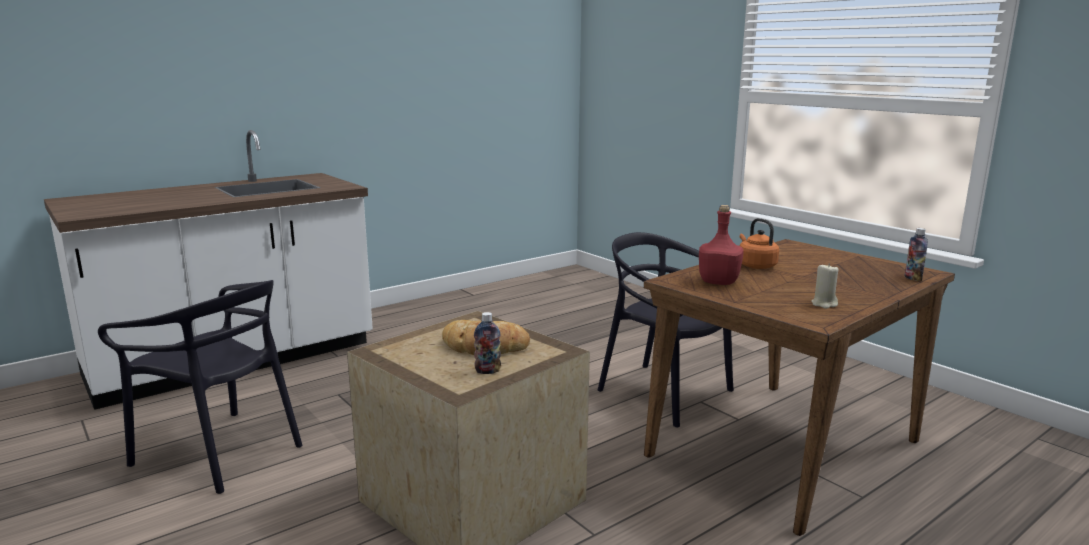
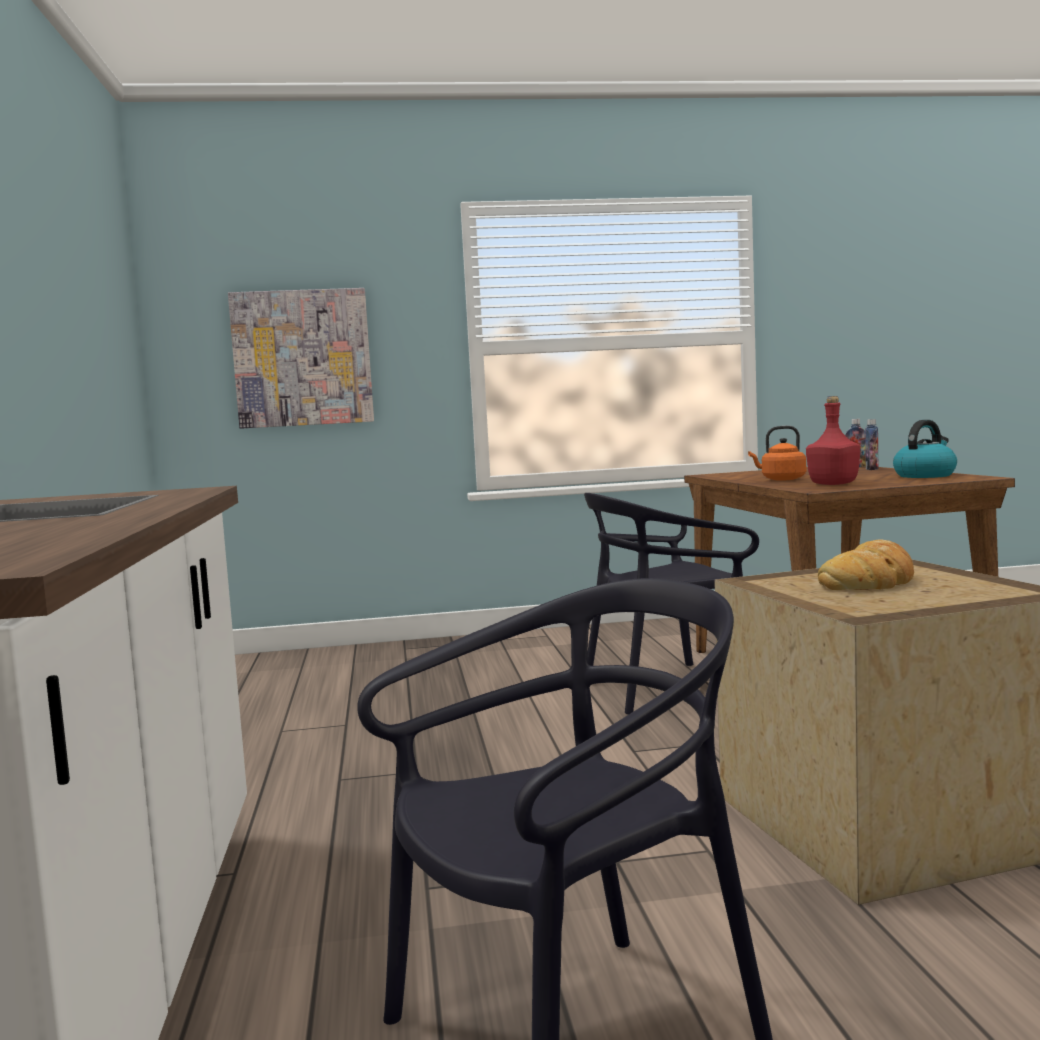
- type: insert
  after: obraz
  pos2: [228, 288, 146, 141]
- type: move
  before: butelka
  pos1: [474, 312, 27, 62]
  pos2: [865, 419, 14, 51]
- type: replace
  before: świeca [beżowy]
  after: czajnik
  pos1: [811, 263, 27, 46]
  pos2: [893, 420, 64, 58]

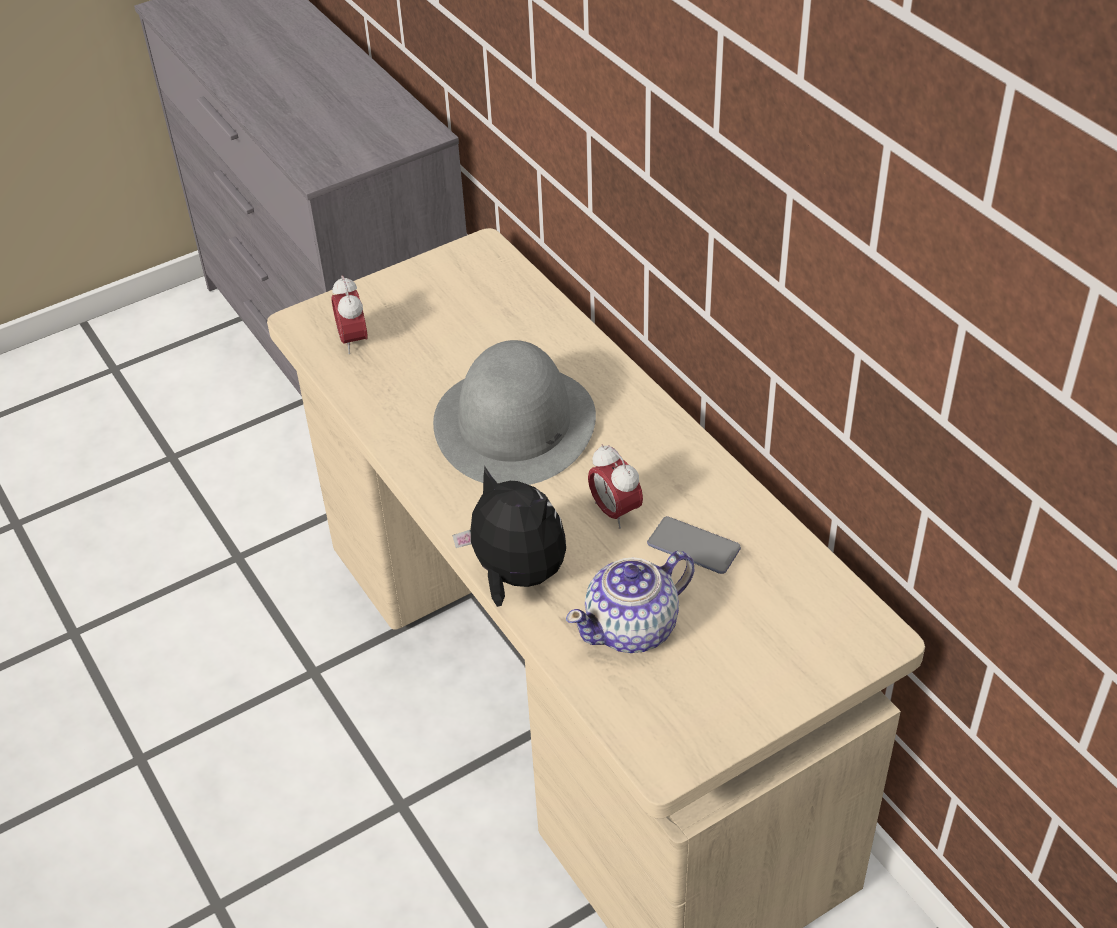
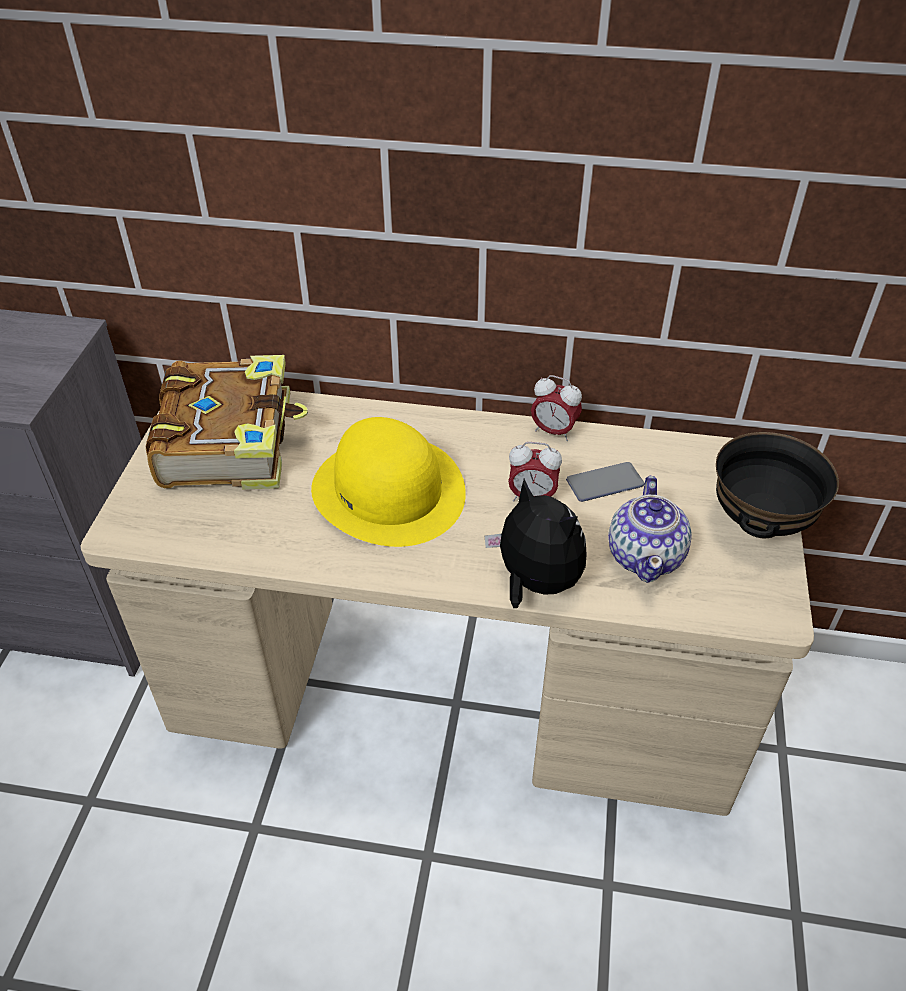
- type: insert
  after: książka
  pos2: [146, 355, 162, 135]
- type: insert
  after: miska [czarny]
  pos2: [716, 432, 123, 106]
- type: move
  before: budzik
  pos1: [331, 276, 37, 78]
  pos2: [531, 375, 51, 66]
- type: recolor
  before: kapelusz [szary]
  after: kapelusz [żółty]
  pos1: [433, 340, 163, 145]
  pos2: [311, 417, 155, 130]
- type: rotate
  before: pluszak
  pos1: [452, 466, 114, 141]
  pos2: [485, 479, 102, 129]
  turn: 60

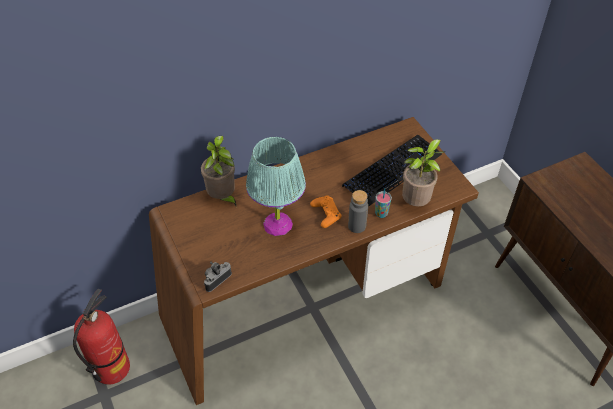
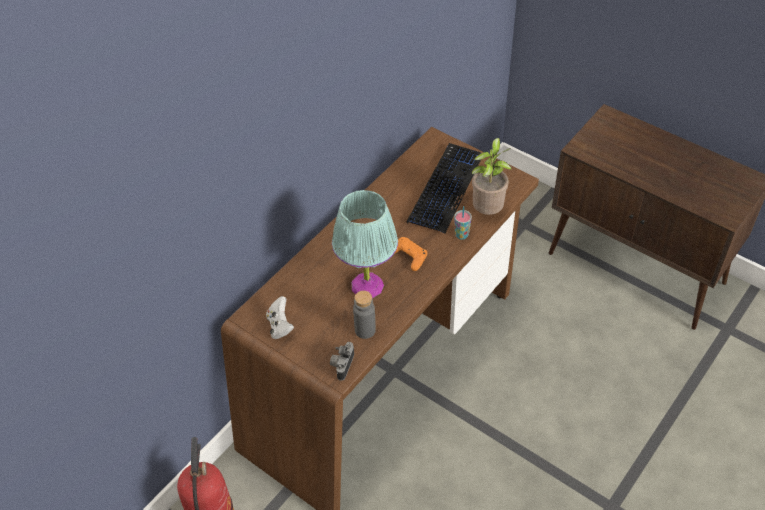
- type: delete
  before: roślina doniczkowa
  pos1: [201, 136, 35, 70]
- type: insert
  after: pad do gier [biały]
  pos2: [266, 296, 28, 43]
- type: move
  before: butelka [szary]
  pos1: [348, 190, 20, 43]
  pos2: [353, 291, 23, 48]

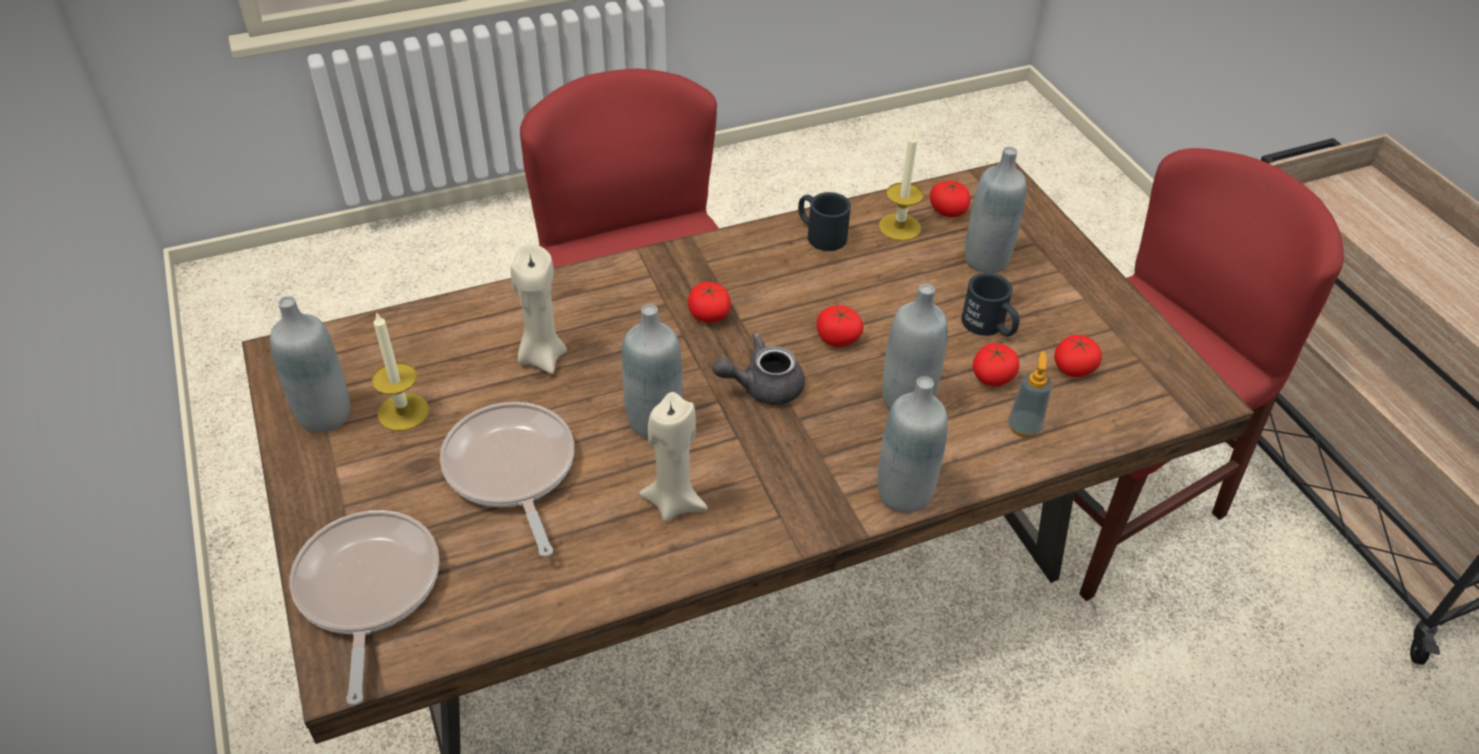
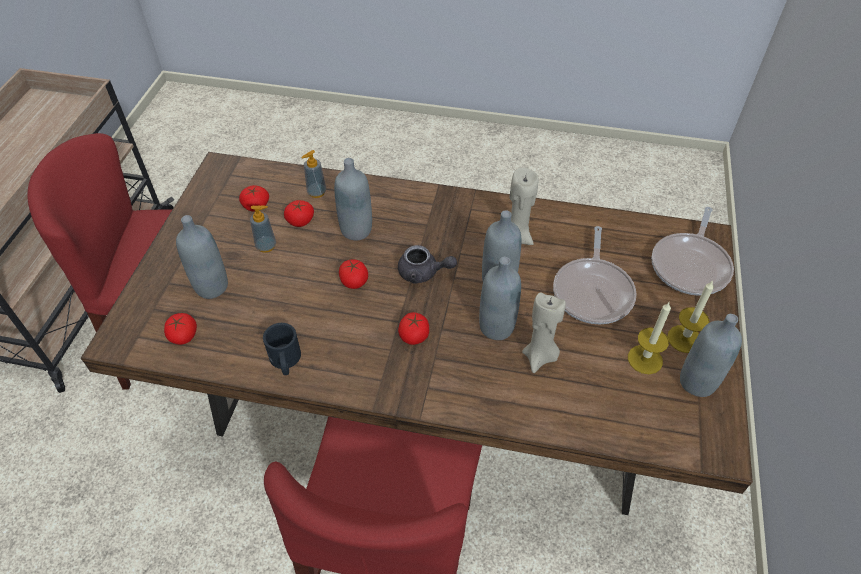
- type: move
  before: butelka [szary]
  pos1: [877, 376, 71, 137]
  pos2: [479, 257, 42, 83]
- type: move
  before: świeca
  pos1: [879, 130, 44, 111]
  pos2: [667, 280, 47, 73]
- type: replace
  before: kubek [czarny]
  after: dozownik mydła
  pos1: [961, 273, 58, 64]
  pos2: [250, 206, 26, 47]

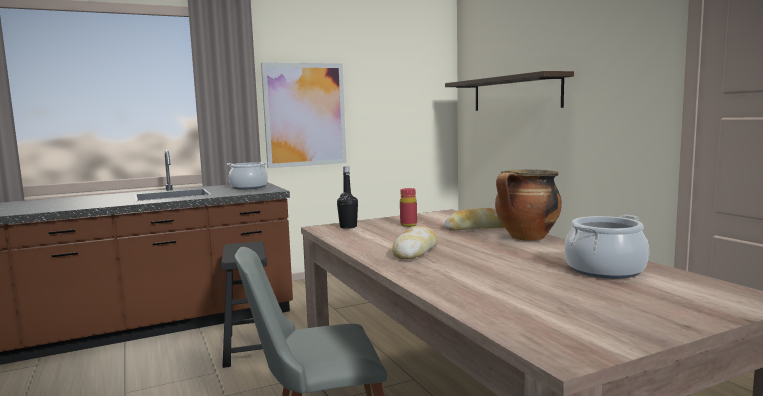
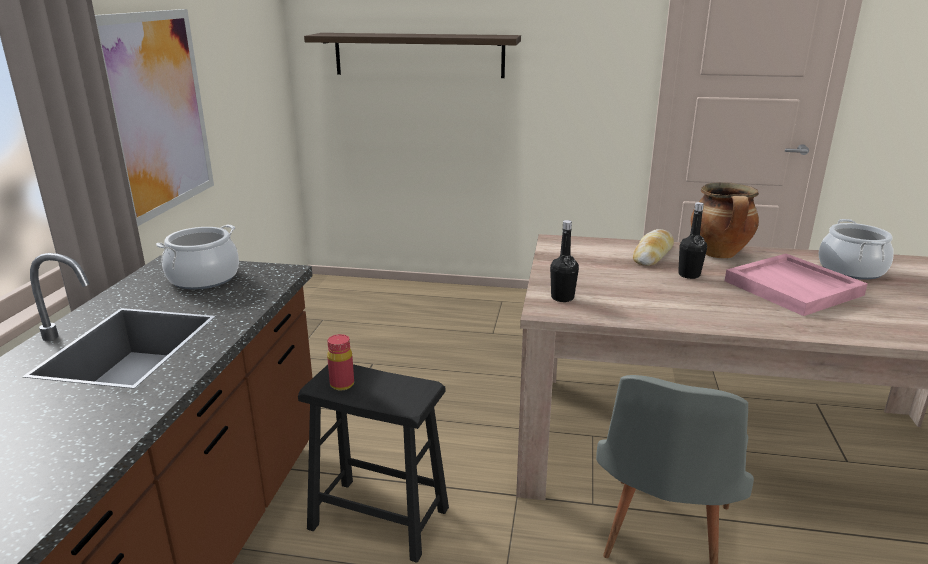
- type: delete
  before: chleb
  pos1: [392, 226, 45, 33]
- type: insert
  after: butelka [czarny]
  pos2: [678, 202, 29, 77]
- type: insert
  after: taca [różowy]
  pos2: [725, 254, 143, 62]
- type: move
  before: butelka [czerwony]
  pos1: [400, 188, 17, 39]
  pos2: [327, 334, 27, 57]

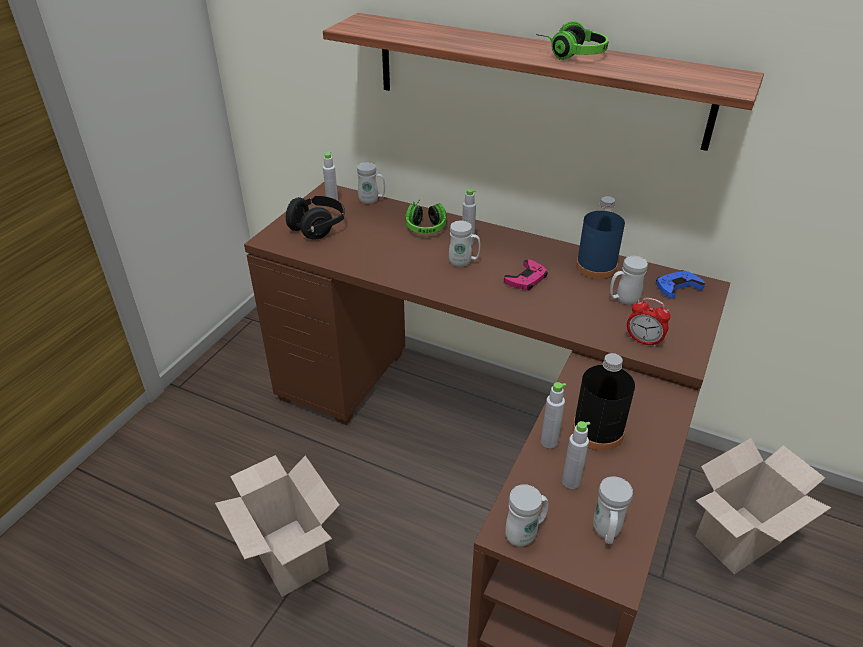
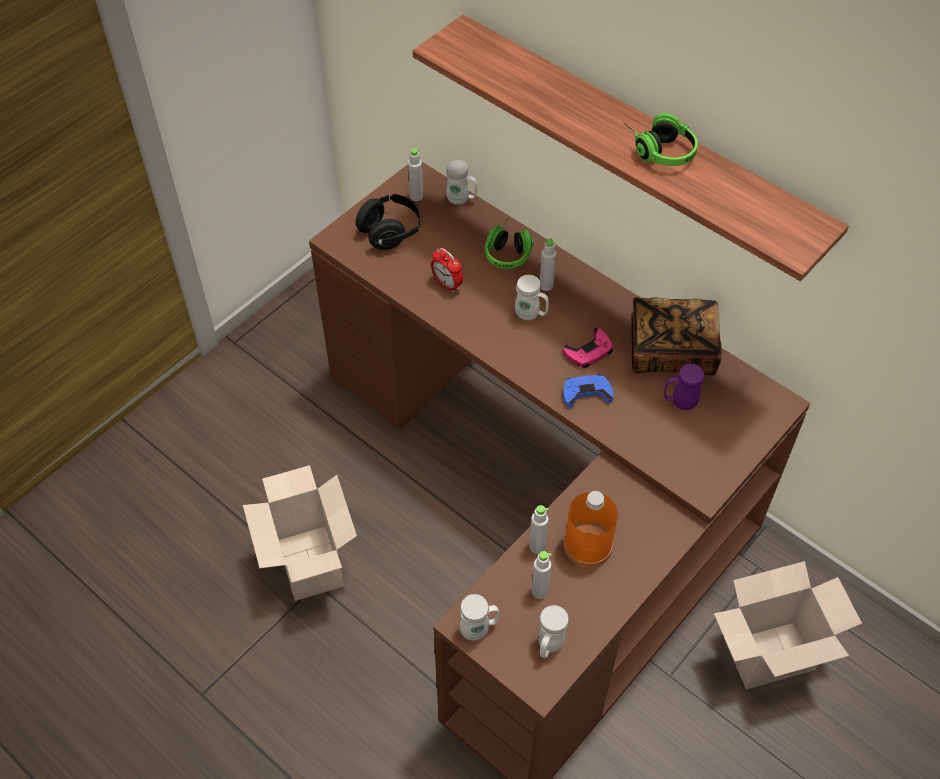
- type: move
  before: budzik
  pos1: [627, 298, 44, 49]
  pos2: [431, 248, 32, 45]
- type: move
  before: pad do gier [niebieski]
  pos1: [656, 270, 49, 29]
  pos2: [563, 374, 51, 34]
- type: replace
  before: butelka [niebieski]
  after: książka
  pos1: [576, 196, 49, 83]
  pos2: [631, 297, 91, 78]
- type: recolor
  before: butelka [czarny]
  after: butelka [pomarańczowy]
  pos1: [572, 353, 63, 98]
  pos2: [563, 491, 55, 77]
- type: recolor
  before: kubek [biały]
  after: kubek [fioletowy]
  pos1: [610, 256, 38, 49]
  pos2: [664, 364, 40, 46]

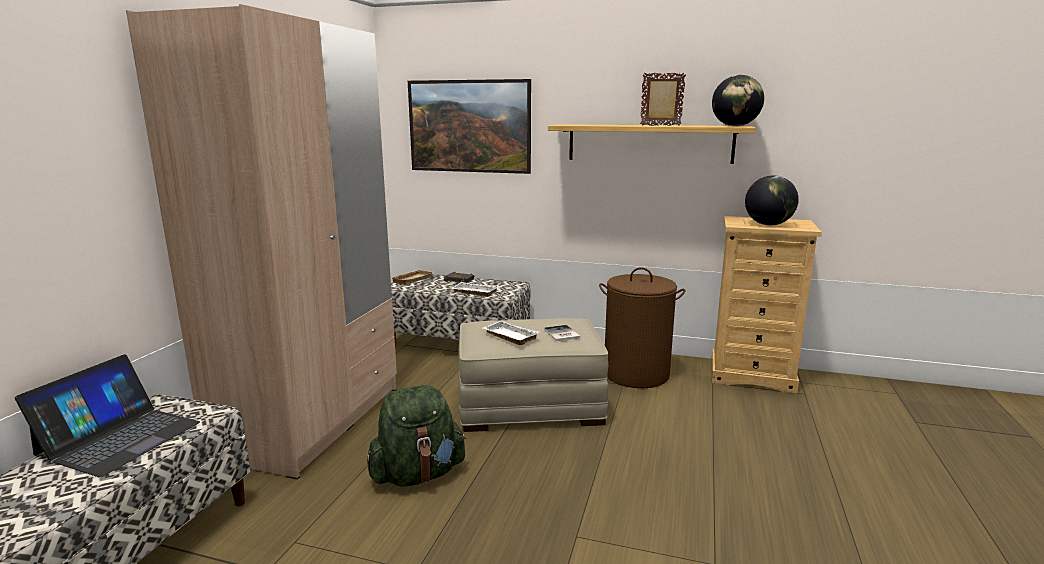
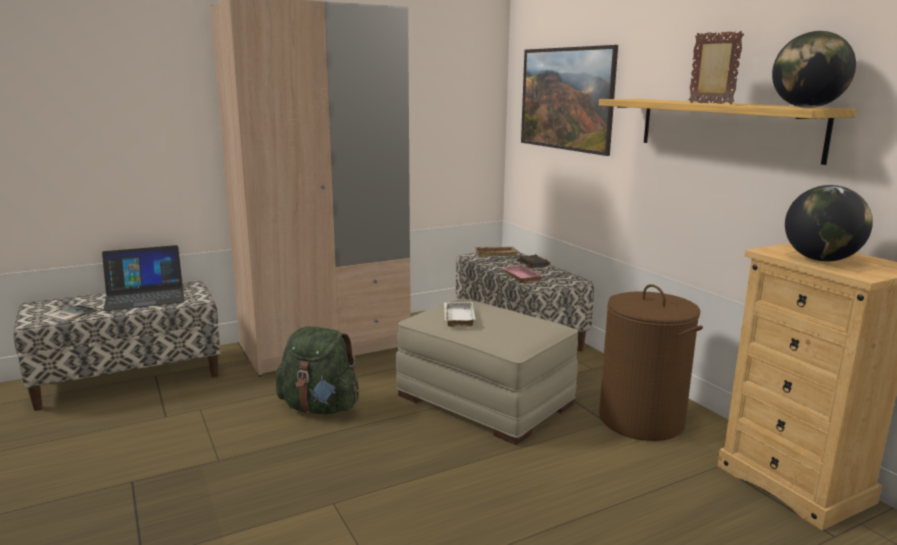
- type: move
  before: książka
  pos1: [544, 325, 36, 16]
  pos2: [46, 305, 50, 17]
- type: recolor
  before: taca [biały]
  after: taca [różowy]
  pos1: [451, 282, 48, 15]
  pos2: [501, 264, 41, 19]

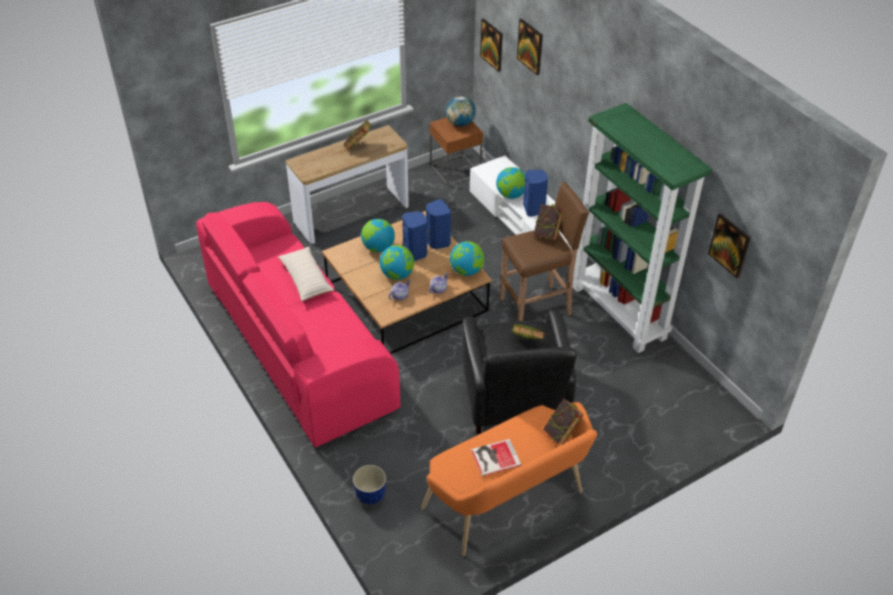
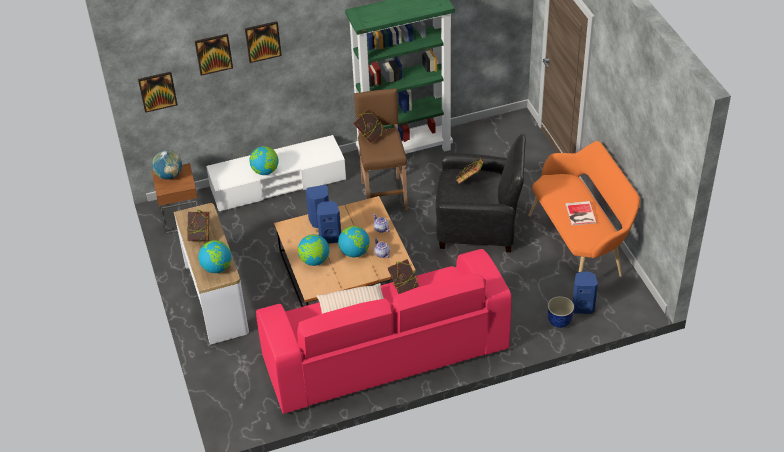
- type: move
  before: globus
  pos1: [450, 241, 34, 35]
  pos2: [198, 240, 34, 33]
- type: move
  before: głośnik [niebieski]
  pos1: [523, 170, 25, 47]
  pos2: [573, 272, 25, 42]
- type: move
  before: książka
  pos1: [543, 399, 41, 46]
  pos2: [388, 259, 31, 35]
- type: move
  before: obraz
  pos1: [708, 213, 43, 65]
  pos2: [245, 21, 37, 42]

